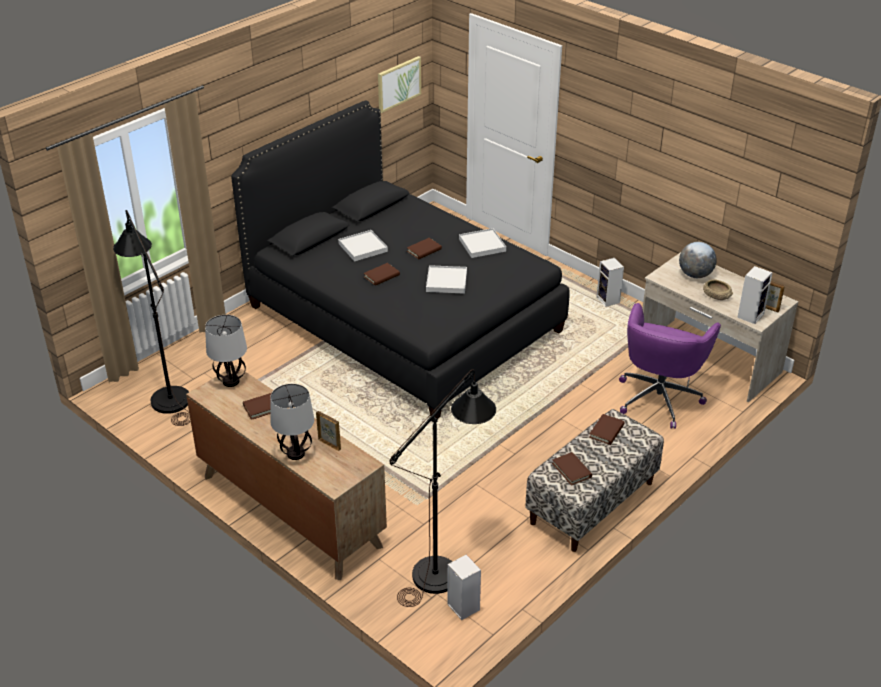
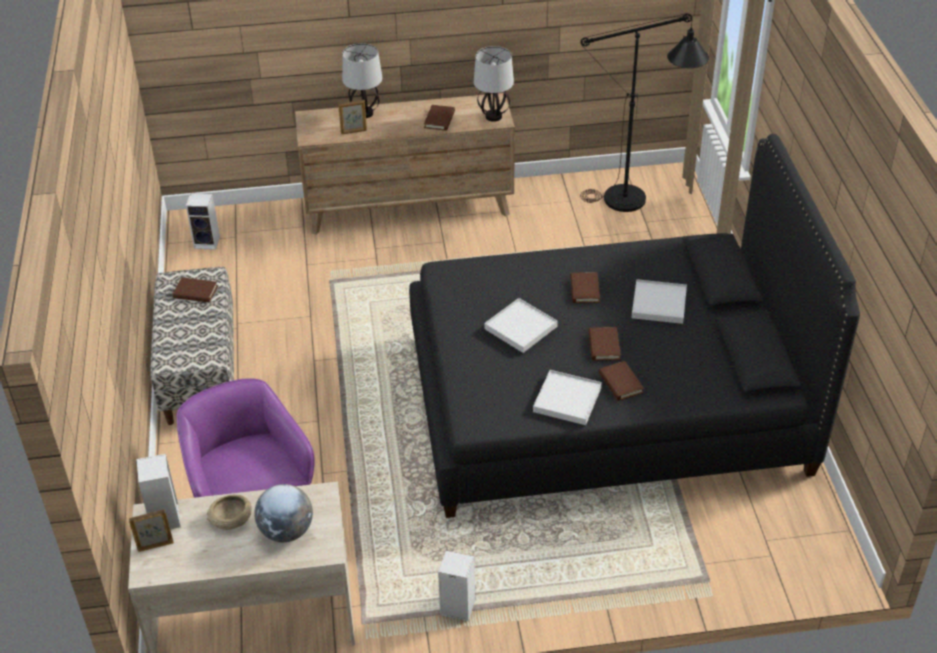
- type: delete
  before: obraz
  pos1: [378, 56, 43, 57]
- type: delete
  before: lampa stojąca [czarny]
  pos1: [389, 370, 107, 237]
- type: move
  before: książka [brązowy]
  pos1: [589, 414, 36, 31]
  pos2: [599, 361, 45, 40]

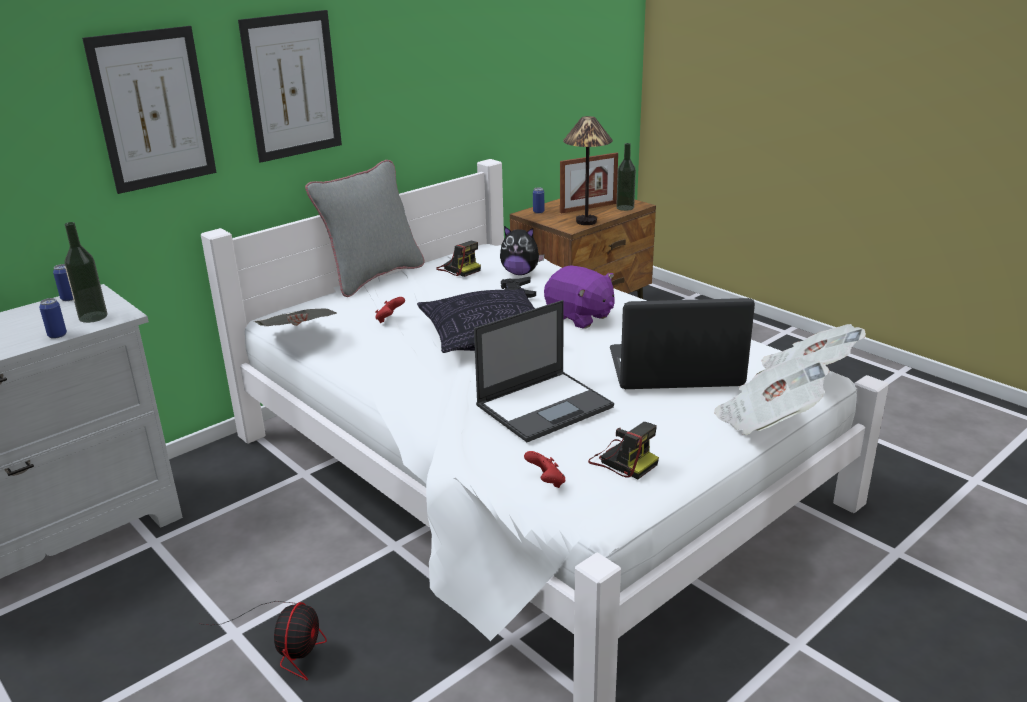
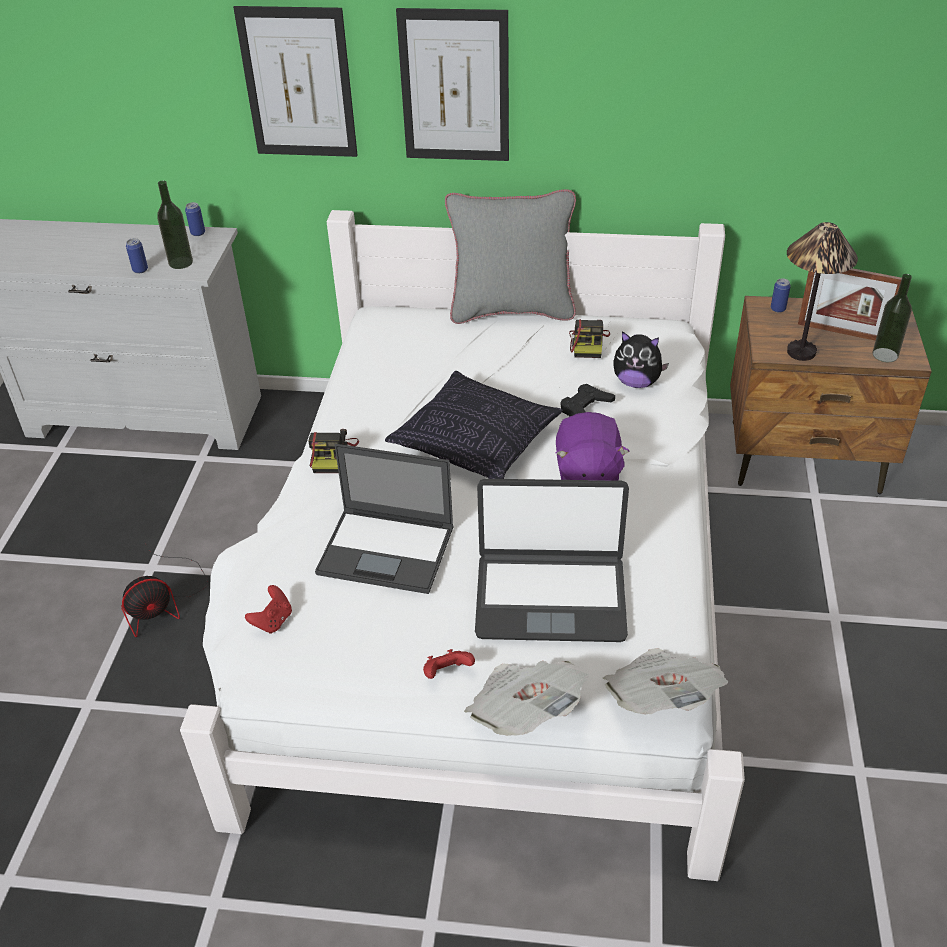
- type: delete
  before: gazeta
  pos1: [254, 309, 82, 17]
- type: move
  before: pad do gier [czerwony]
  pos1: [375, 297, 30, 26]
  pos2: [423, 649, 52, 30]
- type: move
  before: aparat fotograficzny
  pos1: [588, 422, 71, 57]
  pos2: [308, 429, 51, 44]
- type: rotate
  before: pluszak
  pos1: [500, 226, 45, 49]
  pos2: [614, 331, 55, 57]
  turn: -45
- type: rotate
  before: laptop
  pos1: [610, 298, 145, 91]
  pos2: [475, 479, 154, 163]
  turn: 135

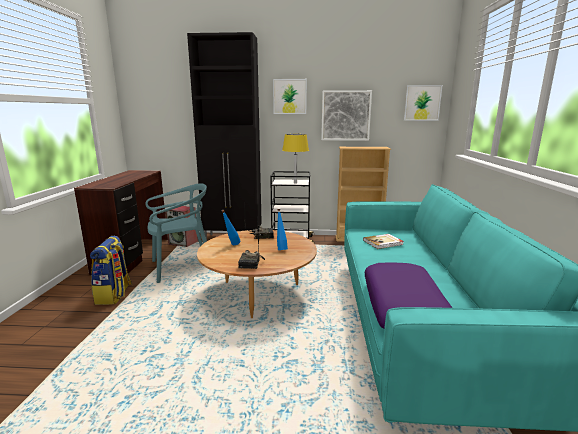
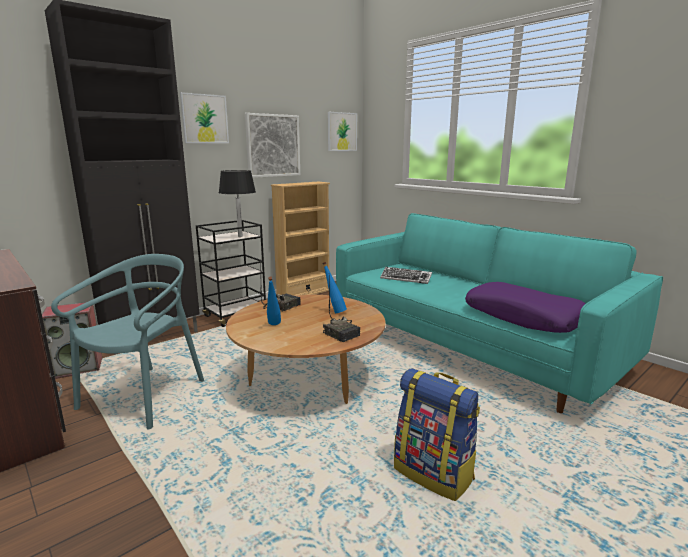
- type: move
  before: plecak
  pos1: [90, 236, 42, 69]
  pos2: [394, 368, 86, 133]
- type: replace
  before: książka
  after: klawiatura
  pos1: [363, 234, 41, 15]
  pos2: [380, 267, 52, 17]
- type: recolor
  before: lampa stołowa [żółty]
  after: lampa stołowa [czarny]
  pos1: [282, 134, 27, 50]
  pos2: [219, 170, 37, 67]

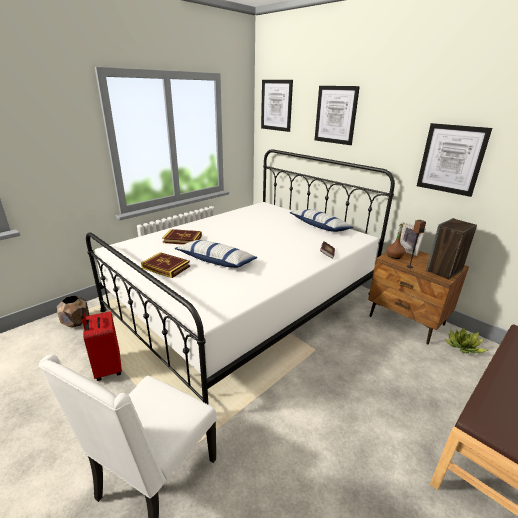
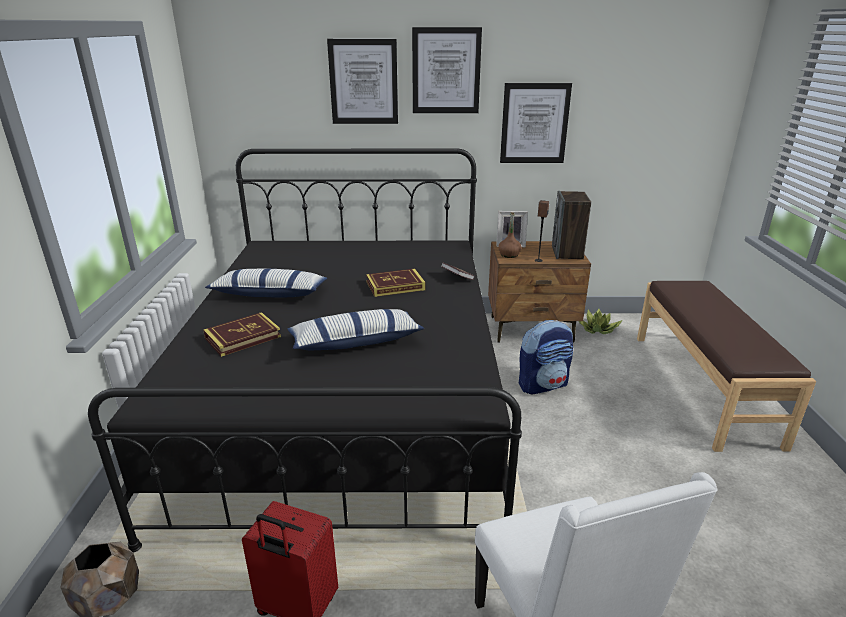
- type: insert
  after: plecak
  pos2: [519, 320, 54, 74]
- type: move
  before: książka
  pos1: [141, 252, 49, 26]
  pos2: [366, 269, 59, 28]
- type: move
  before: obraz
  pos1: [261, 80, 32, 52]
  pos2: [412, 27, 70, 86]
- type: move
  before: poduszka
  pos1: [290, 209, 63, 23]
  pos2: [205, 268, 122, 30]
- type: recolor
  before: łóżko [biały]
  after: łóżko [czarny]
  pos1: [86, 149, 309, 256]
  pos2: [88, 149, 434, 404]

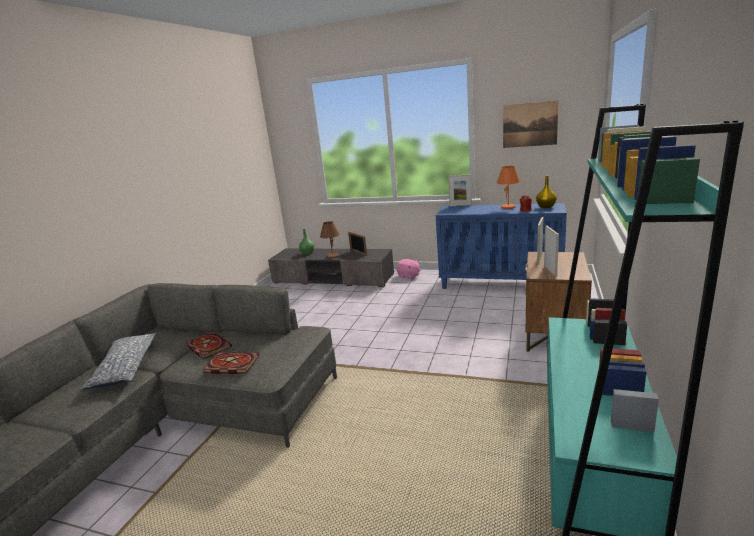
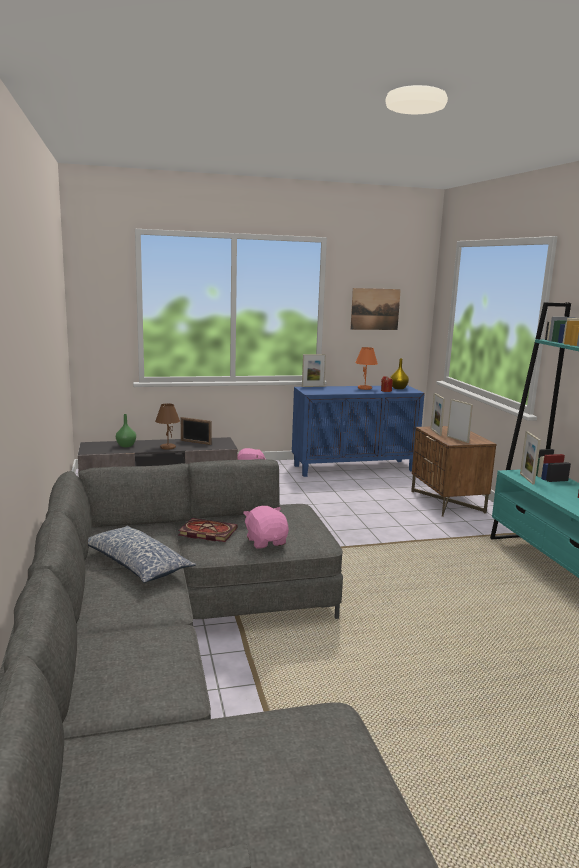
- type: insert
  after: ramka na zdjęcie
  pos2: [520, 431, 21, 54]
- type: replace
  before: książka
  after: pluszak [różowy]
  pos1: [203, 352, 57, 22]
  pos2: [243, 506, 46, 43]

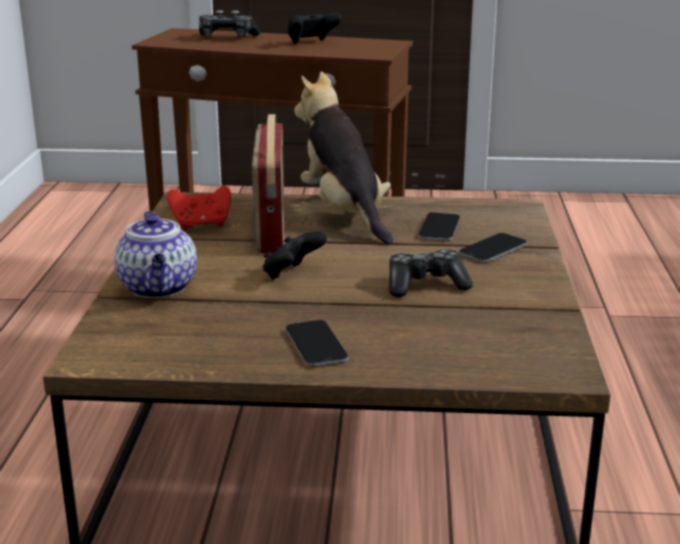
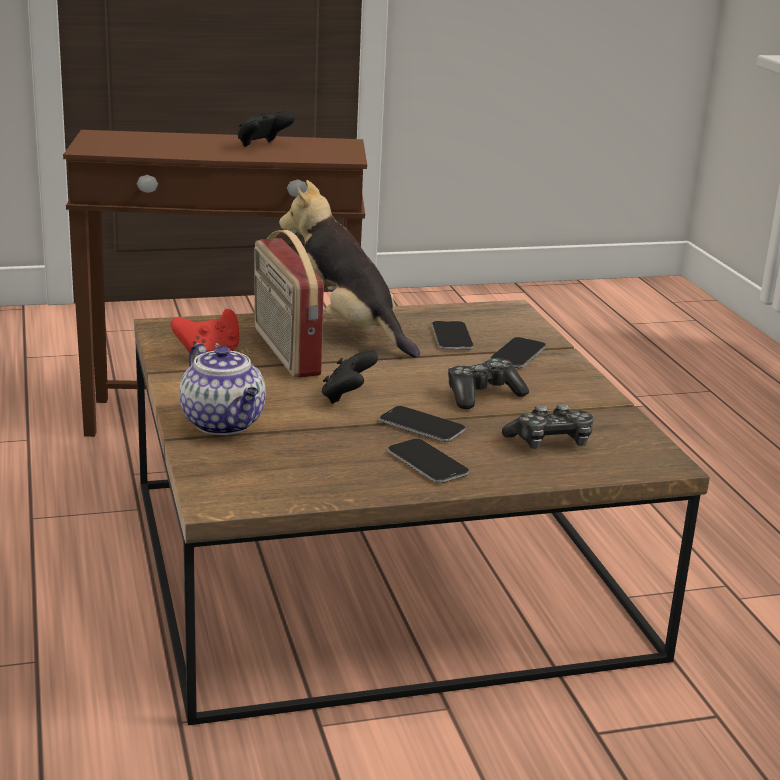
- type: insert
  after: telefon
  pos2: [379, 406, 86, 36]
- type: move
  before: pad do gier
  pos1: [199, 10, 61, 27]
  pos2: [502, 403, 91, 46]

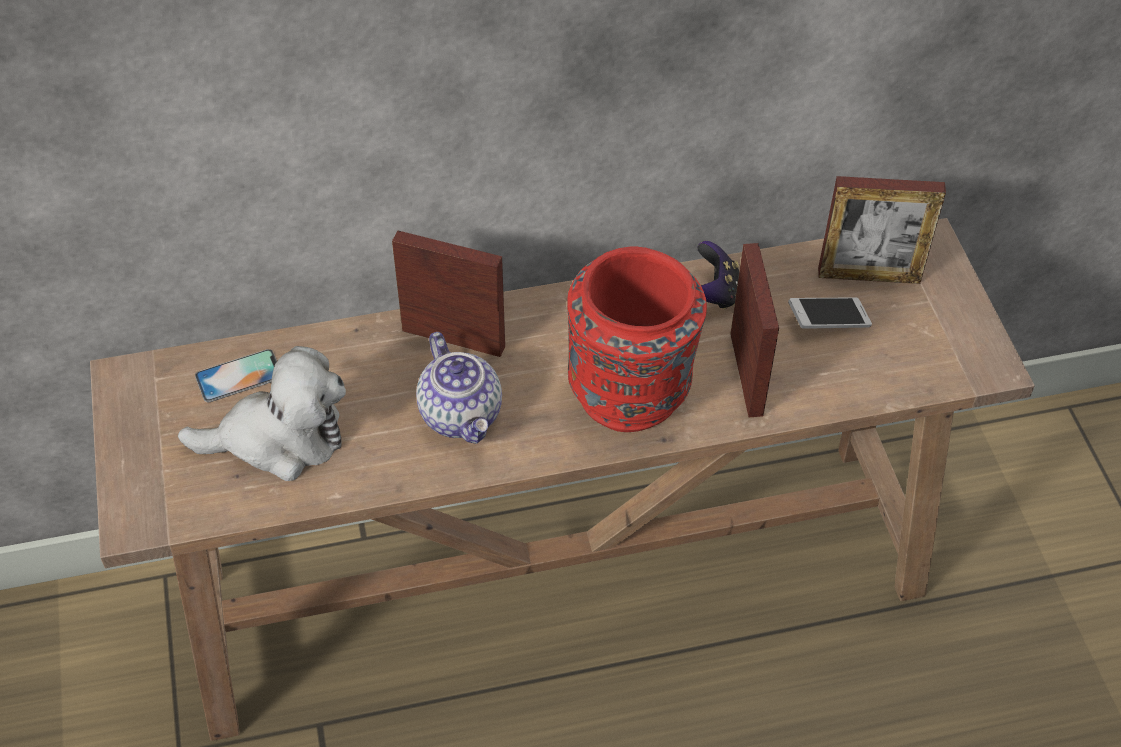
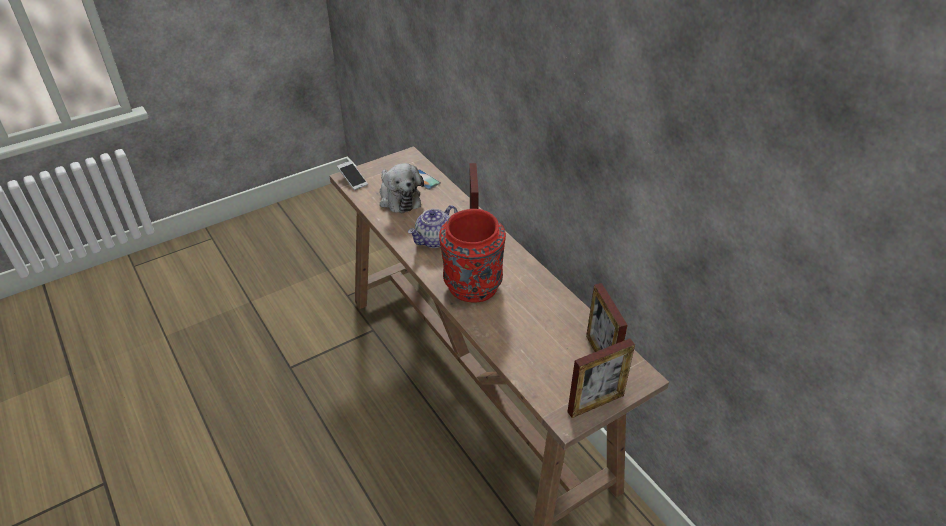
- type: delete
  before: pad do gier
  pos1: [697, 241, 42, 68]
- type: move
  before: ramka na zdjęcie
  pos1: [730, 243, 49, 174]
  pos2: [567, 339, 68, 79]
- type: move
  before: telefon
  pos1: [788, 297, 84, 32]
  pos2: [337, 161, 31, 29]

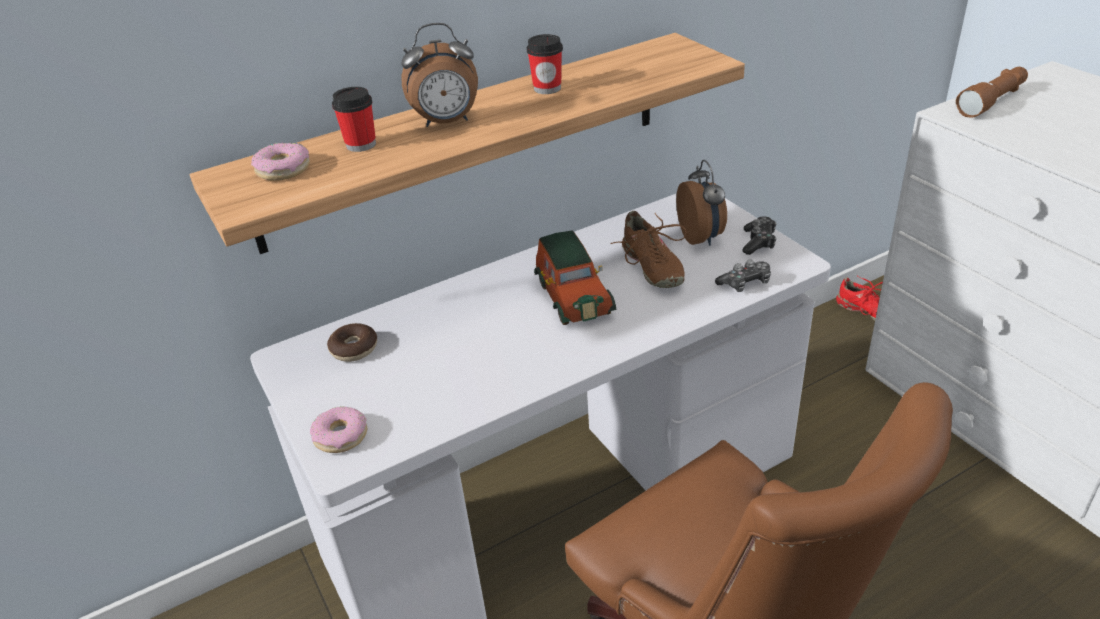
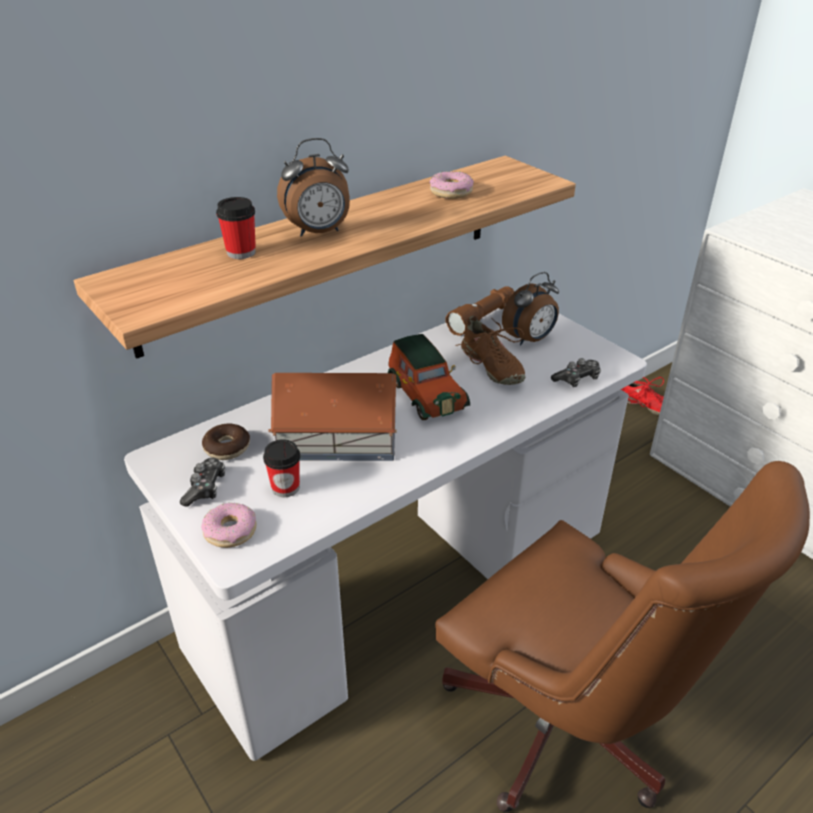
- type: insert
  after: domek
  pos2: [268, 373, 130, 88]
- type: move
  before: donut
  pos1: [251, 143, 59, 38]
  pos2: [429, 171, 45, 28]
- type: move
  before: filiżanka
  pos1: [526, 34, 37, 60]
  pos2: [263, 439, 37, 58]
- type: move
  before: pad do gier
  pos1: [742, 216, 35, 39]
  pos2: [180, 458, 45, 49]
- type: move
  before: latarka [brązowy]
  pos1: [956, 67, 72, 51]
  pos2: [445, 286, 69, 50]
- type: rotate
  before: budzik
  pos1: [676, 160, 51, 86]
  pos2: [502, 272, 57, 73]
  turn: 75

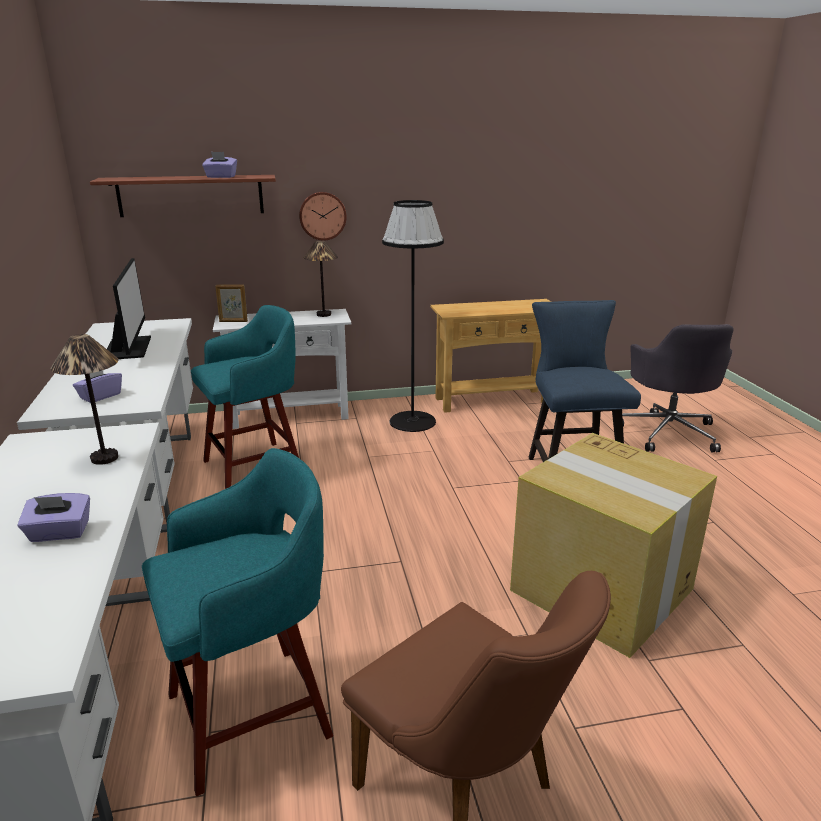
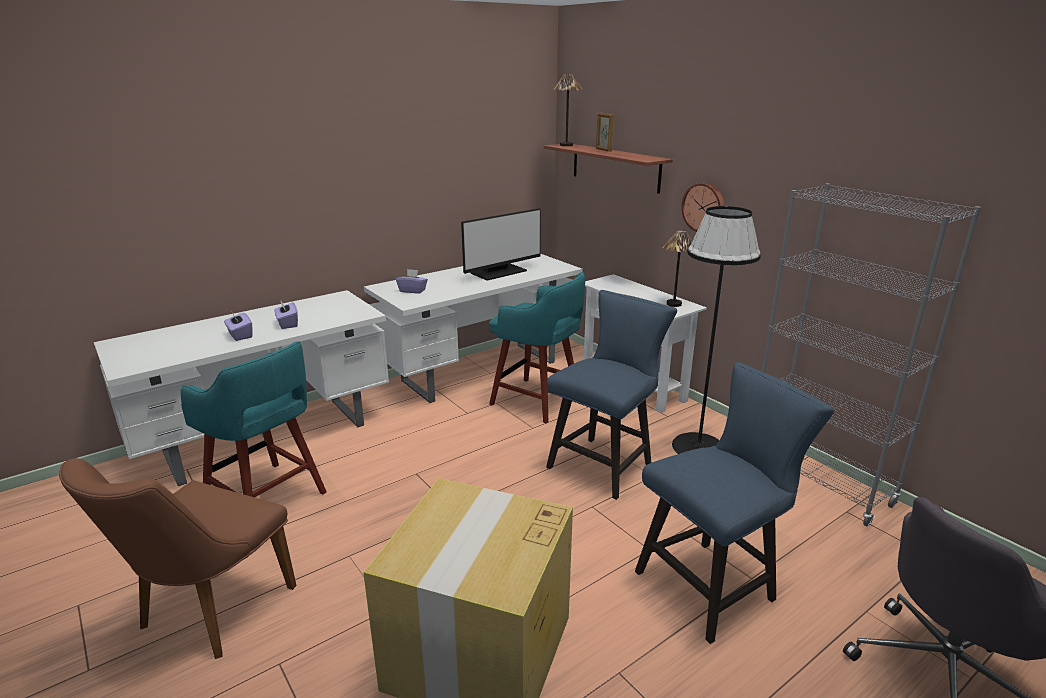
- type: insert
  after: krzesło [niebieski]
  pos2: [546, 290, 131, 210]
- type: move
  before: lampa stołowa
  pos1: [51, 334, 68, 131]
  pos2: [552, 74, 32, 72]
- type: move
  before: pudełko chusteczek [fioletowy]
  pos1: [202, 152, 35, 26]
  pos2: [274, 301, 24, 28]
- type: move
  before: ramka na zdjęcie
  pos1: [215, 284, 33, 38]
  pos2: [596, 113, 18, 39]
- type: replace
  before: stolik konsolowy [beżowy]
  after: regał [szary]
  pos1: [430, 299, 121, 114]
  pos2: [762, 183, 219, 343]

